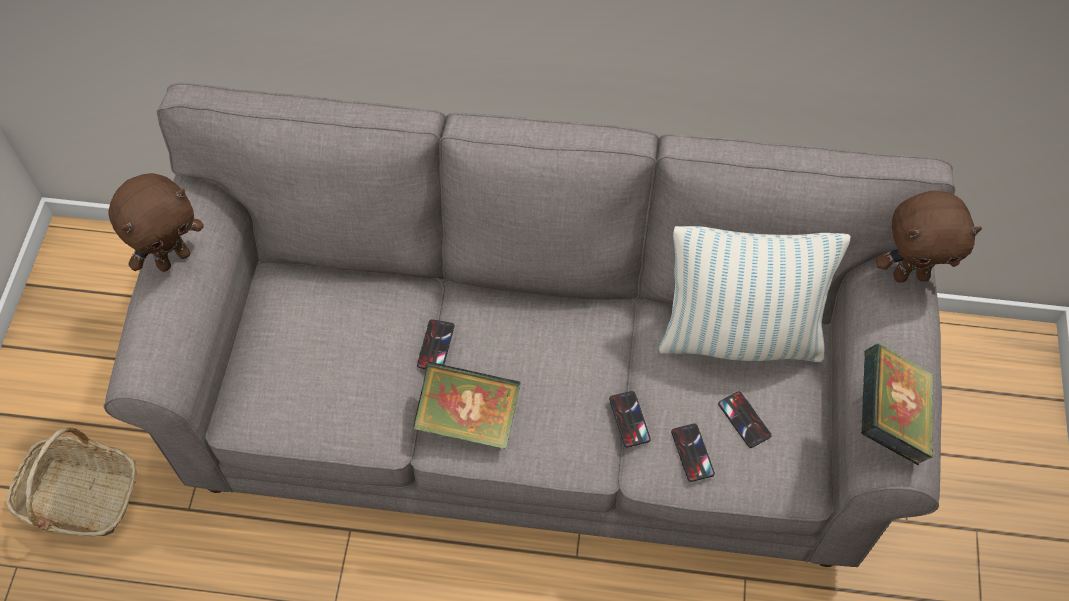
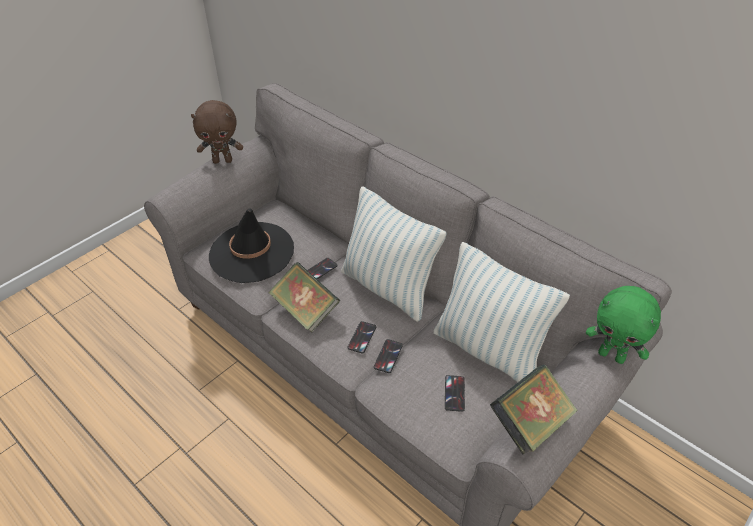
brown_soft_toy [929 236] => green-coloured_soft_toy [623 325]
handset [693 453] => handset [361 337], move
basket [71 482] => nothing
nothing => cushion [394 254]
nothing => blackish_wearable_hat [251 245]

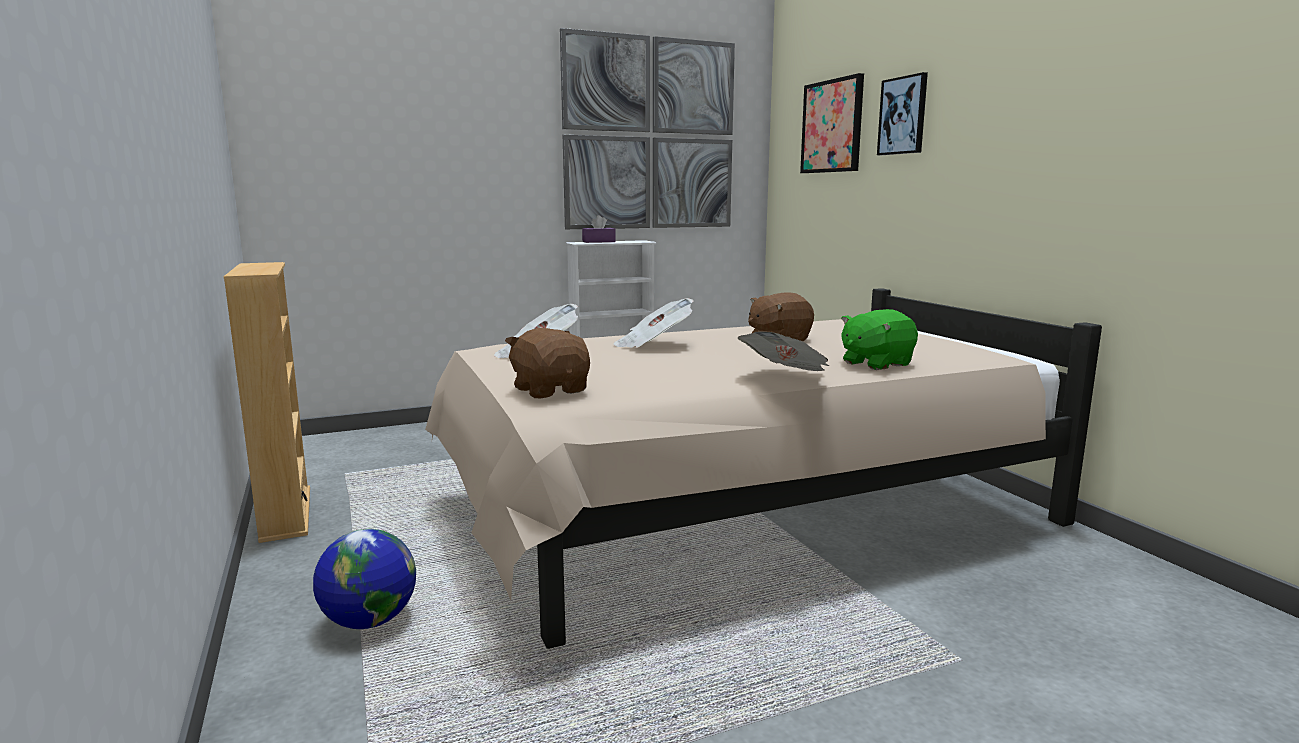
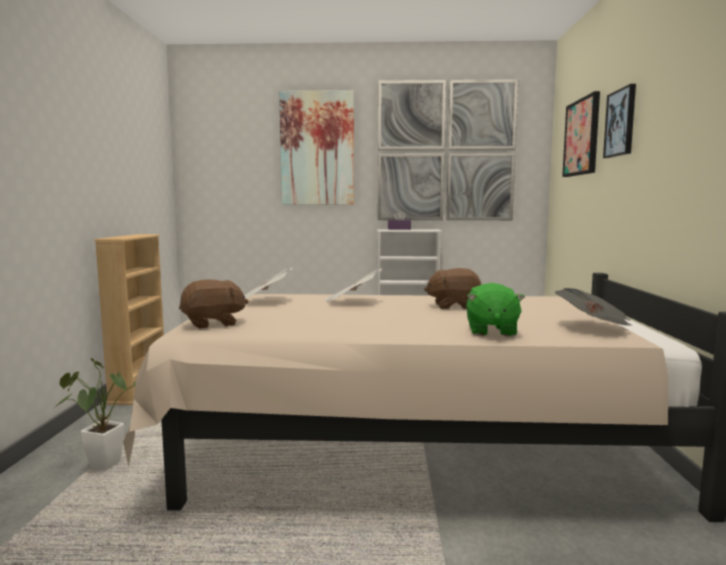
green-coloured_soft_toy [879 339] => green-coloured_soft_toy [495 310], 75 degrees counterclockwise
brown_soft_toy [547 363] => brown_soft_toy [213 304], 75 degrees clockwise
daily_paper [783 351] => daily_paper [593 307], move
globe [364 579] => plant_in_a_pot [95 414]
nothing => wall_picture [316 147]

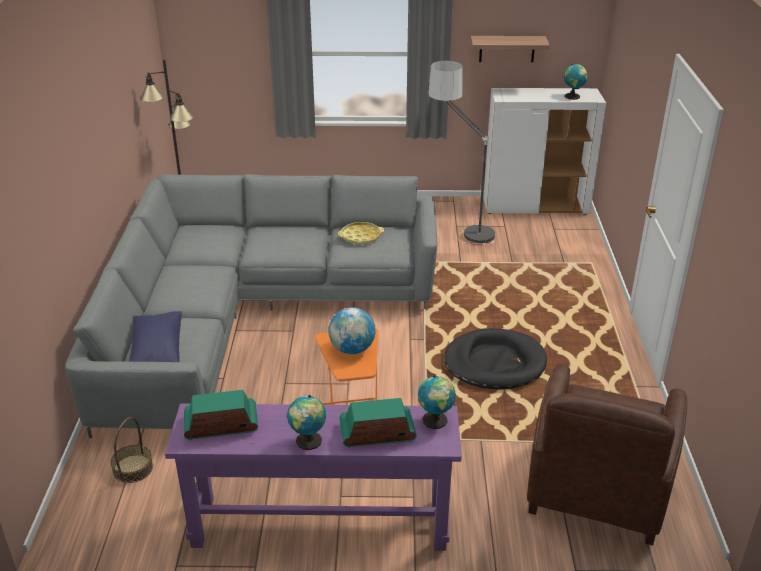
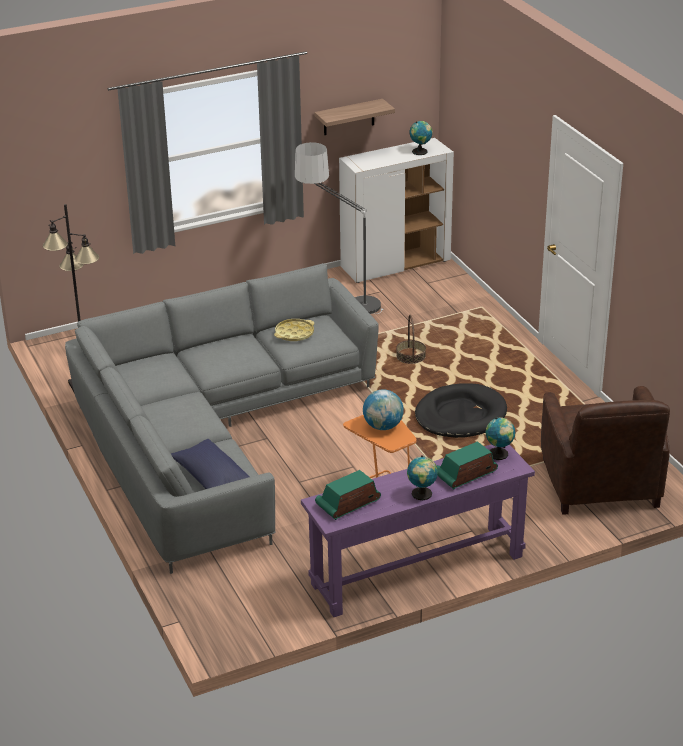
basket [131 450] => basket [411 339], move

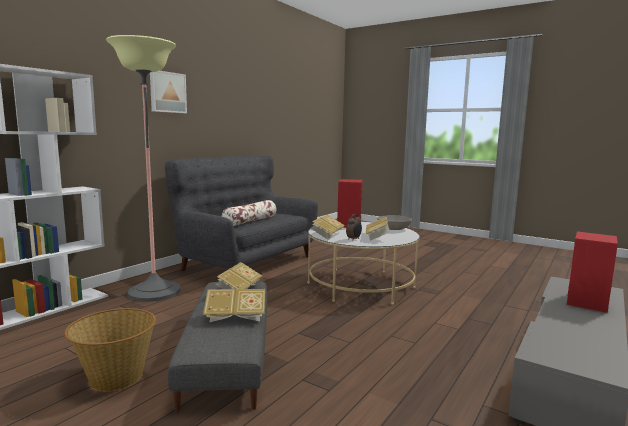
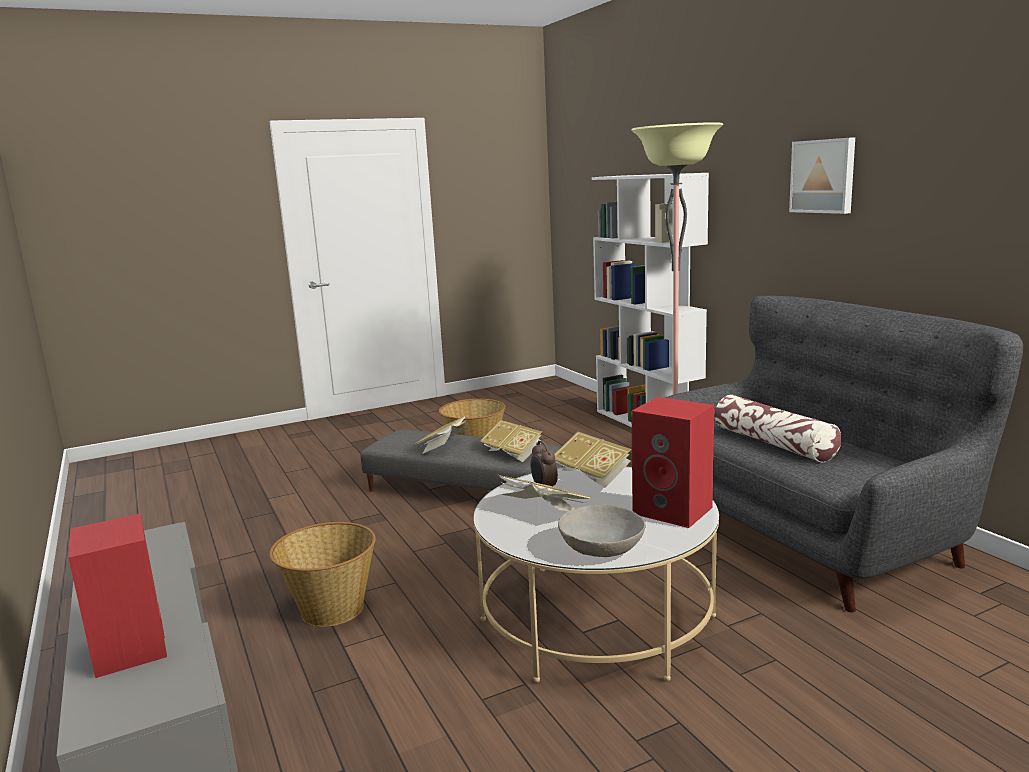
nothing => basket [322 574]

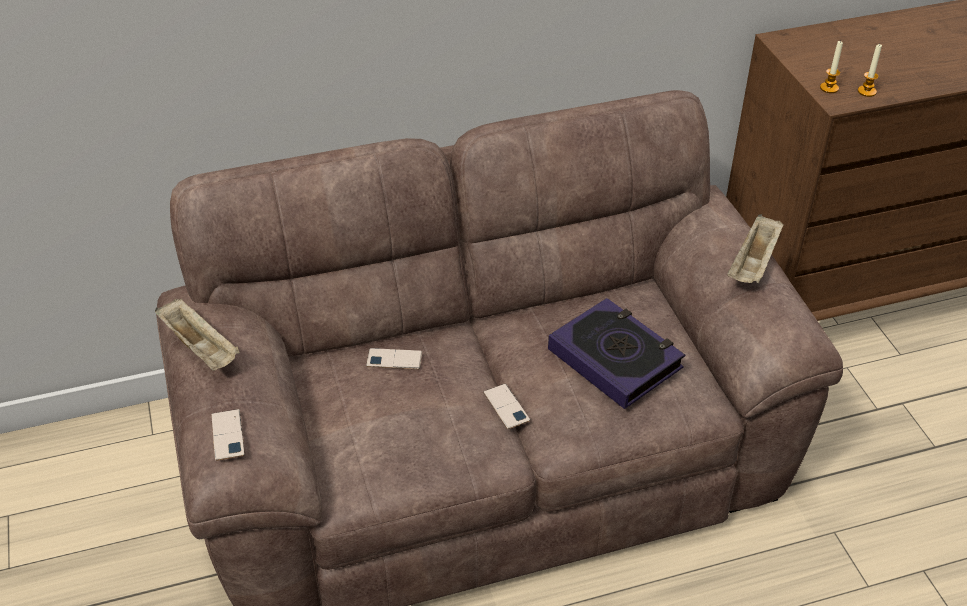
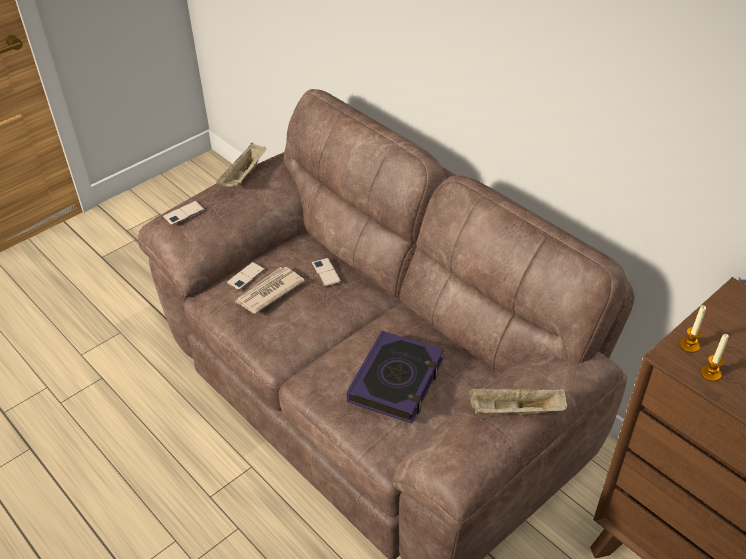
handset [507 406] => handset [246 276], move
nothing => daily_paper [270 290]

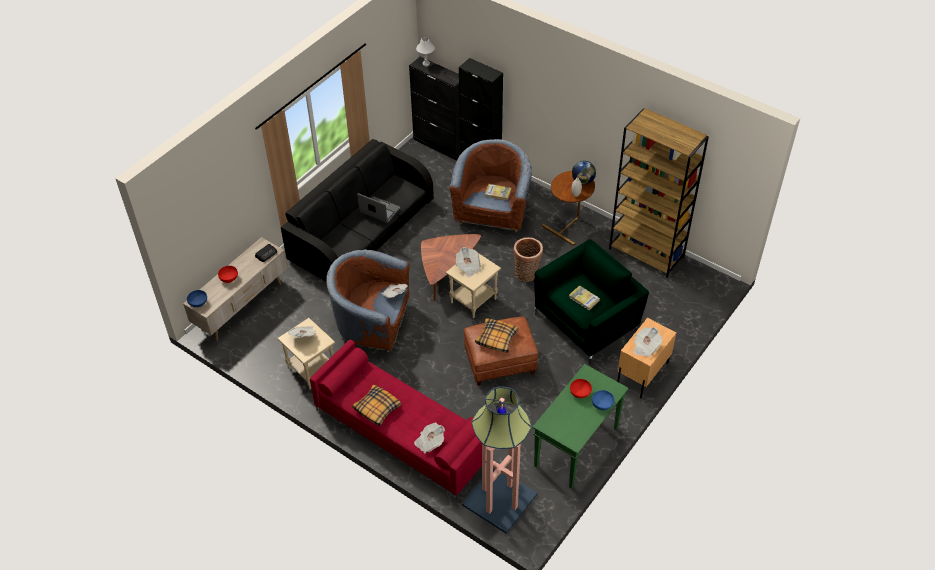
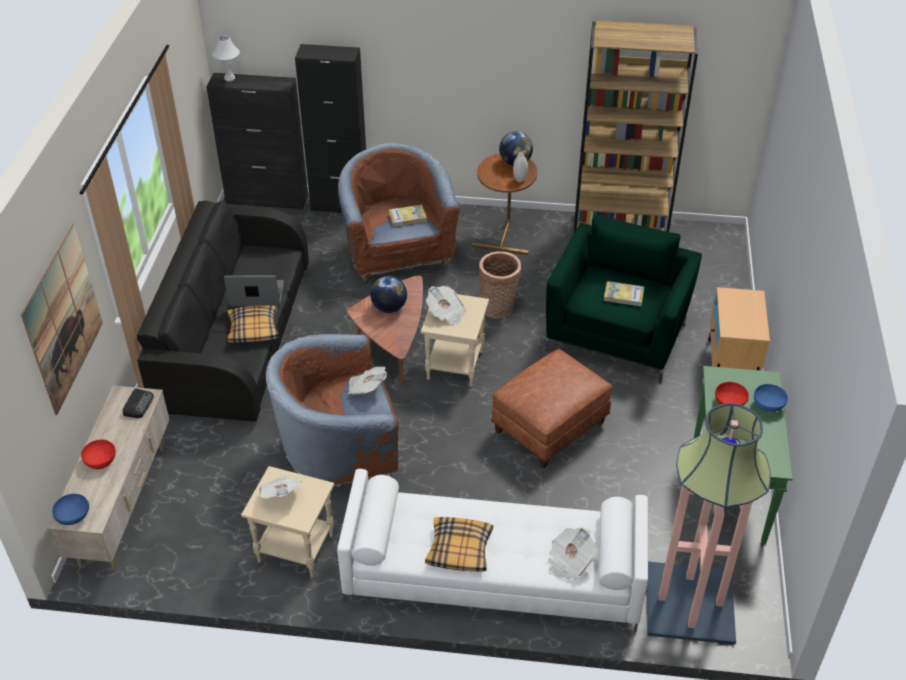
cushion [497 335] => cushion [253 324], move
daily_paper [647 342] => nothing
red_sofa [402 420] => white_sofa [492 551]
nothing => wall_picture [62 319]
nothing => globe [388 294]

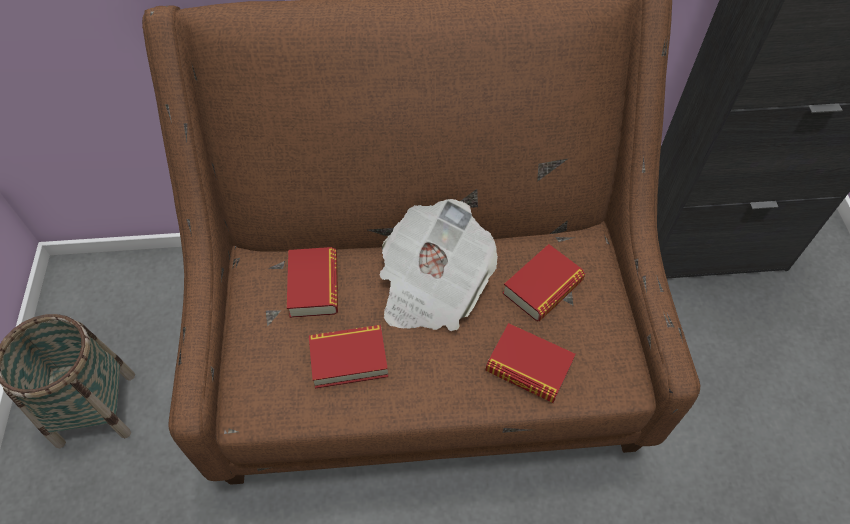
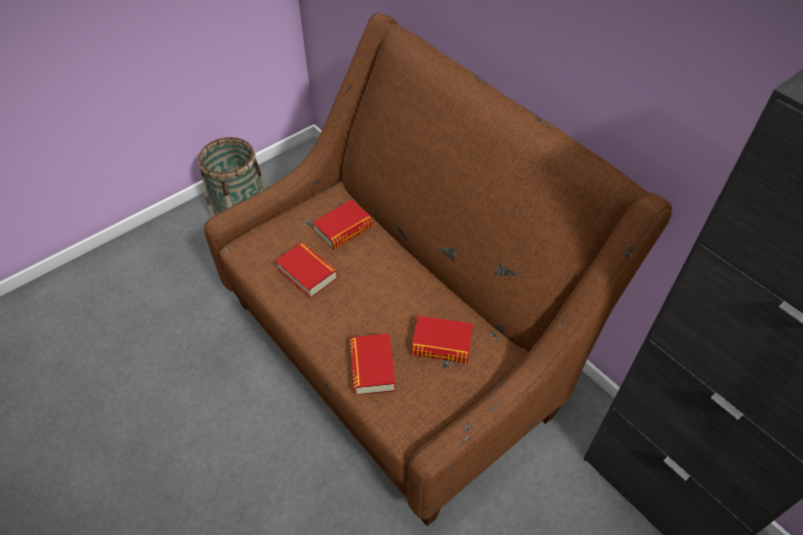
daily_paper [438 265] => nothing

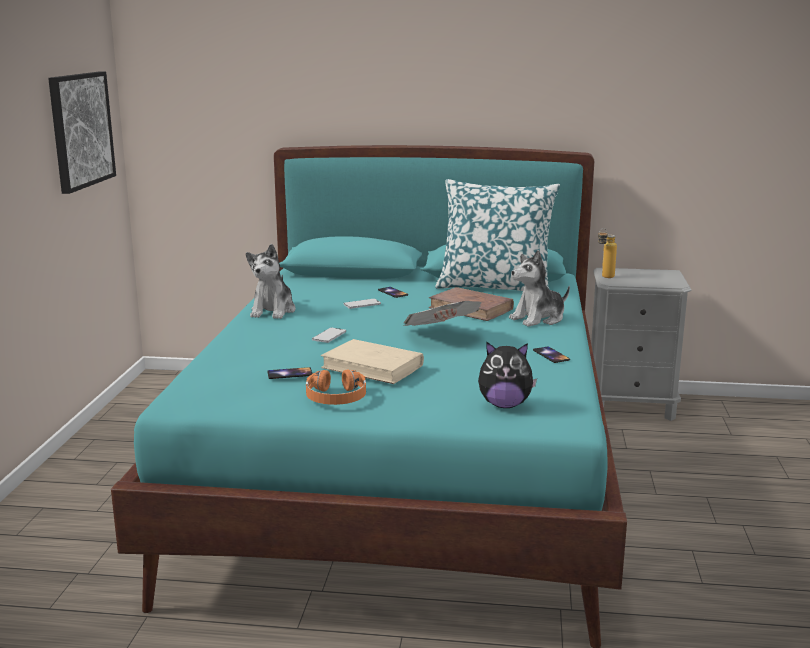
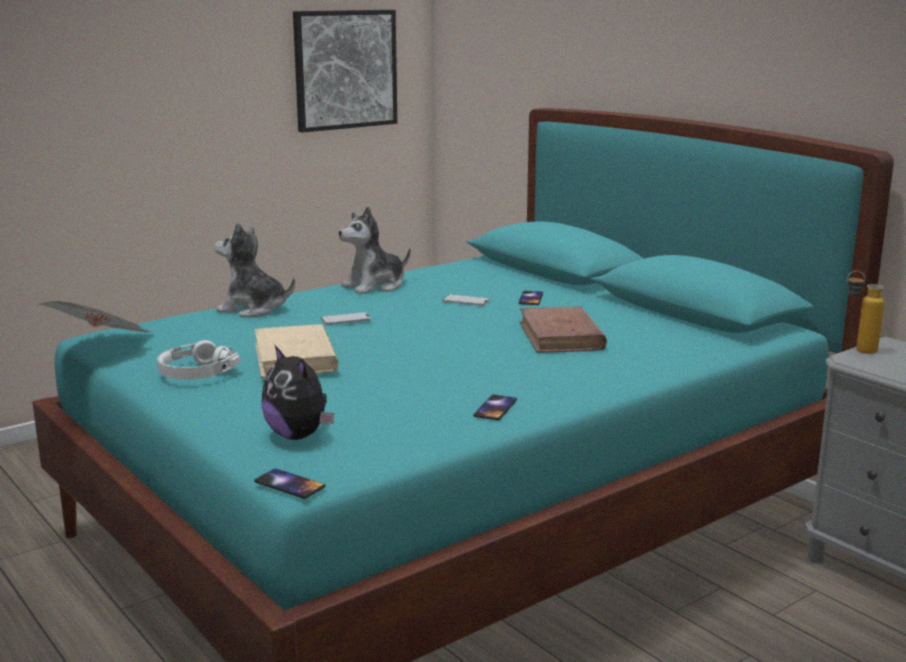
cushion [497 235] => nothing
soft_toy [539 288] => soft_toy [254 269], move
daily_paper [442 313] => daily_paper [94 316], move
handset [290 373] => handset [289 484], move
orange-coloured_headphones [336 387] => white_headphones [198 360]

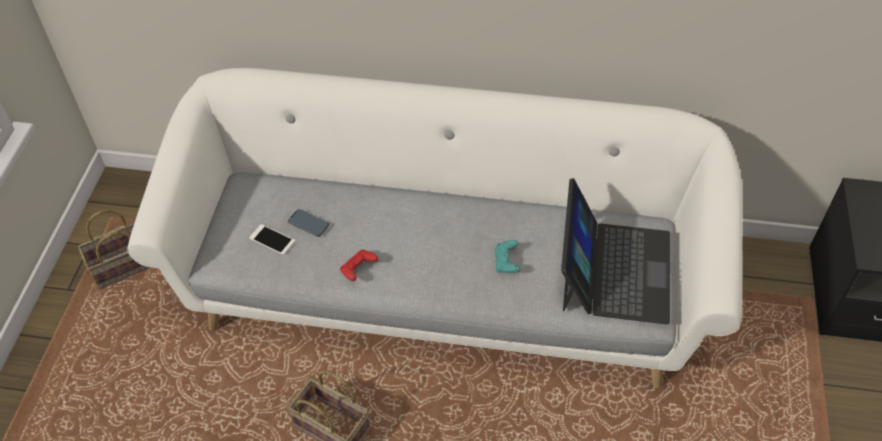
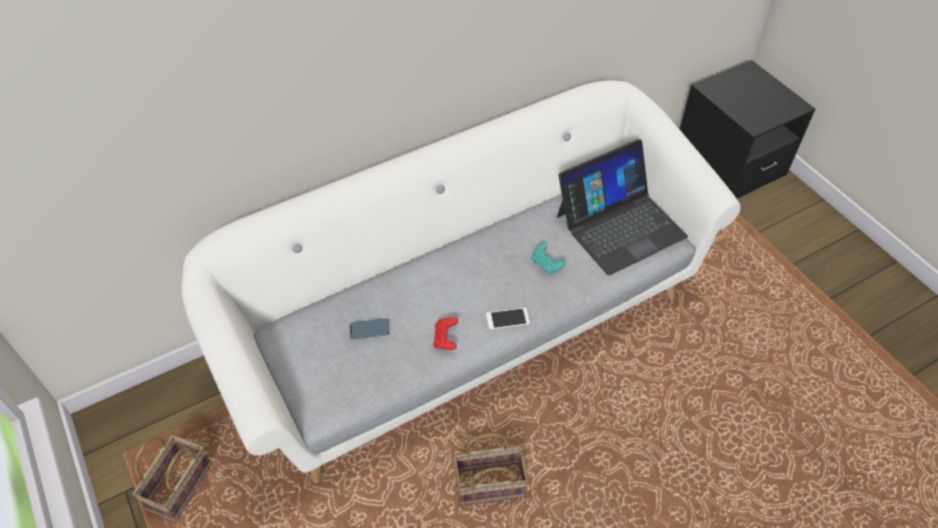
laptop [615 251] => laptop [622 207], 90 degrees clockwise
handset [272 239] => handset [508 319], move

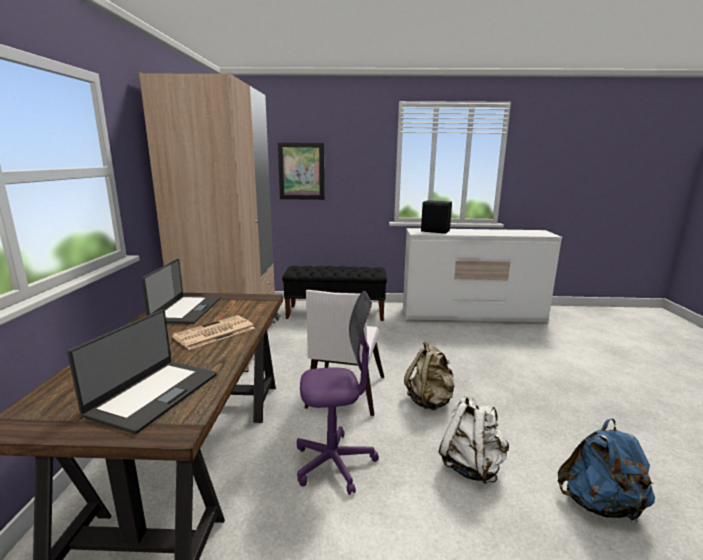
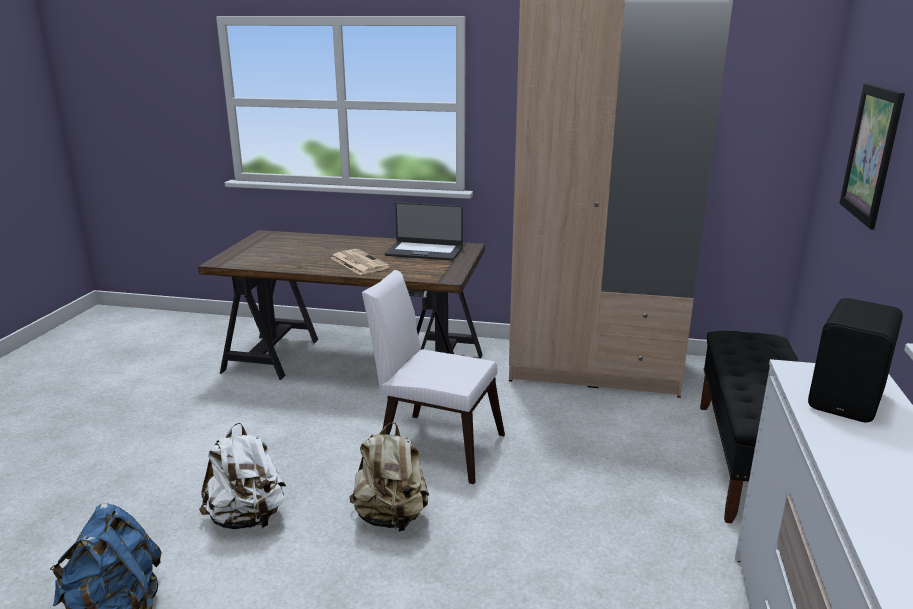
purple-coloured_desk_chair [337 393] => nothing
laptop [142 372] => nothing

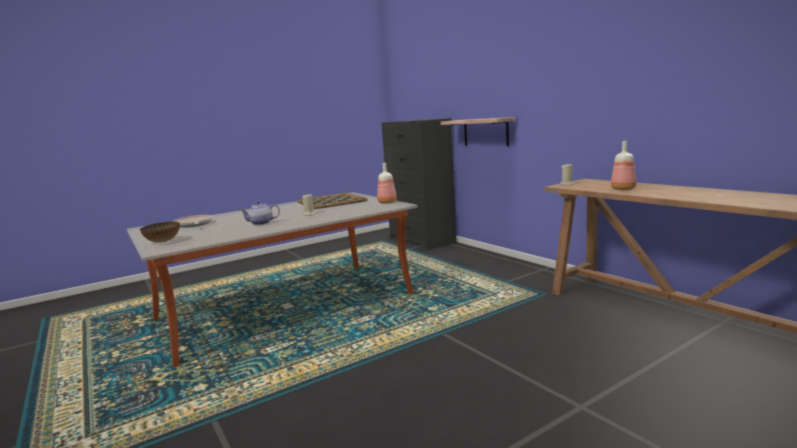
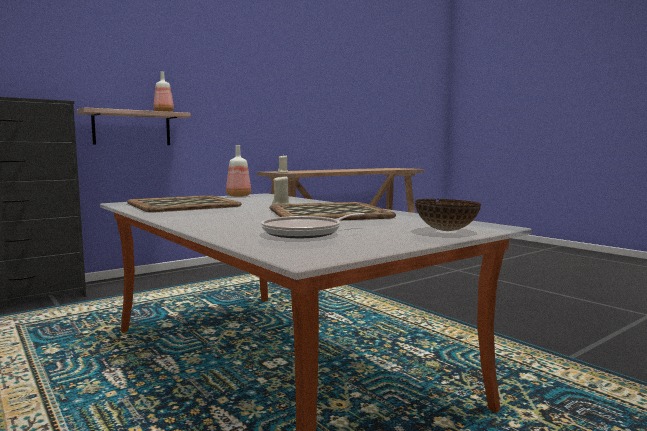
bottle [623 165] => bottle [164 91], move
teapot [260 213] => tray [333 211]

